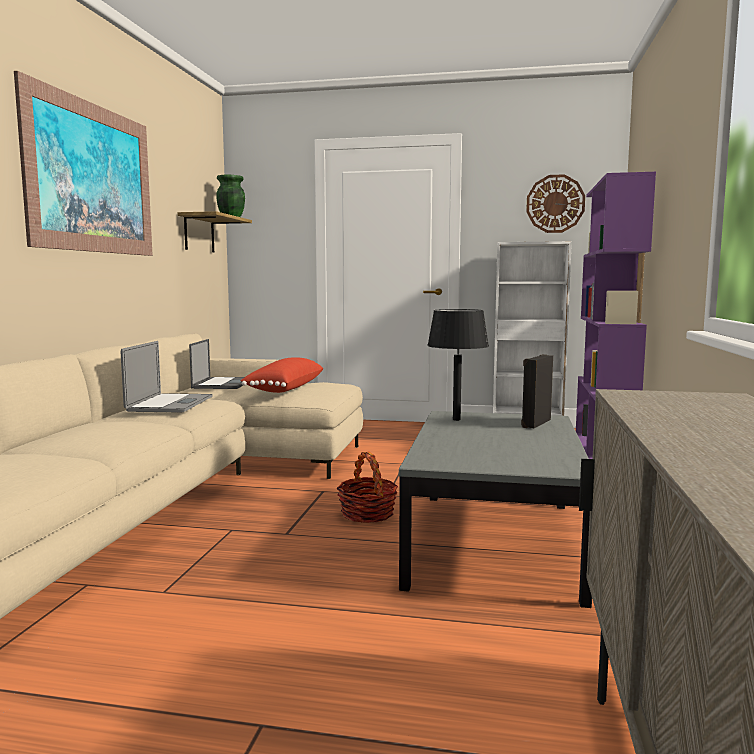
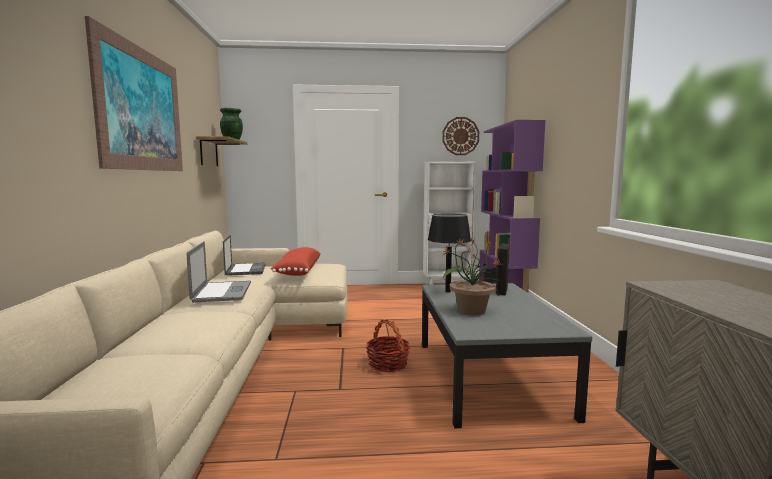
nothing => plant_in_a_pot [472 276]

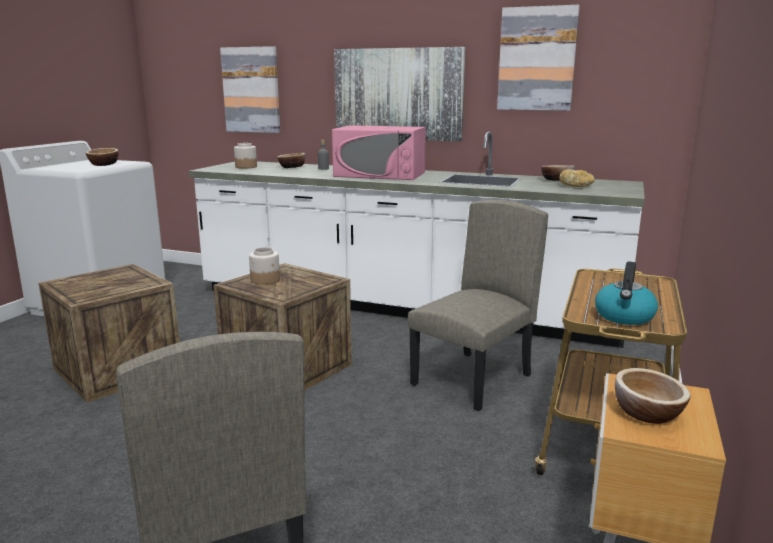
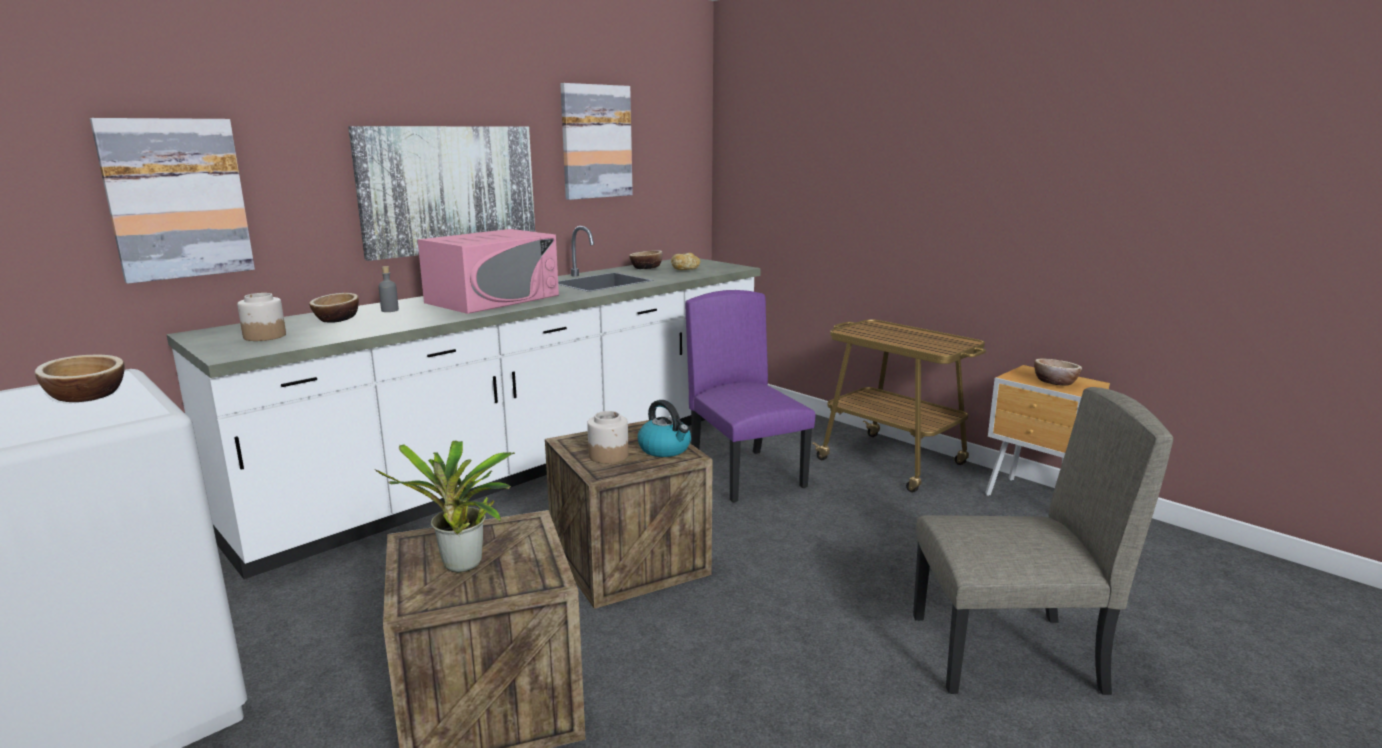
beige-coloured_chair [478 305] => purple-coloured_chair [750 396]
tea_kettle [626 293] => tea_kettle [664 428], move
nothing => plant_in_a_pot [445 506]

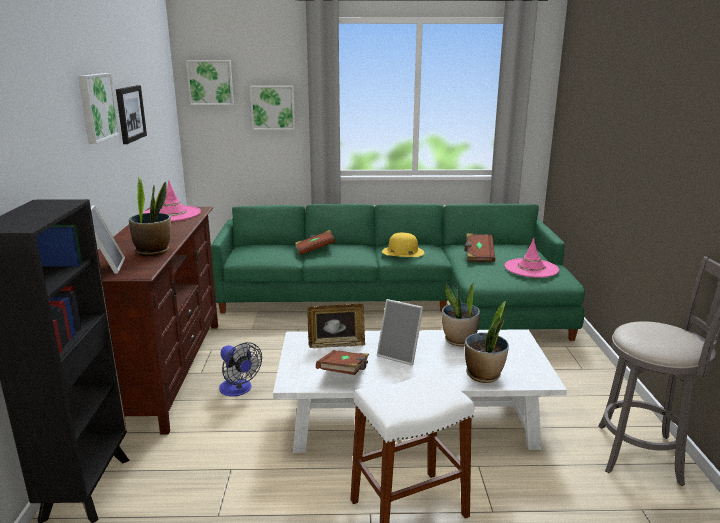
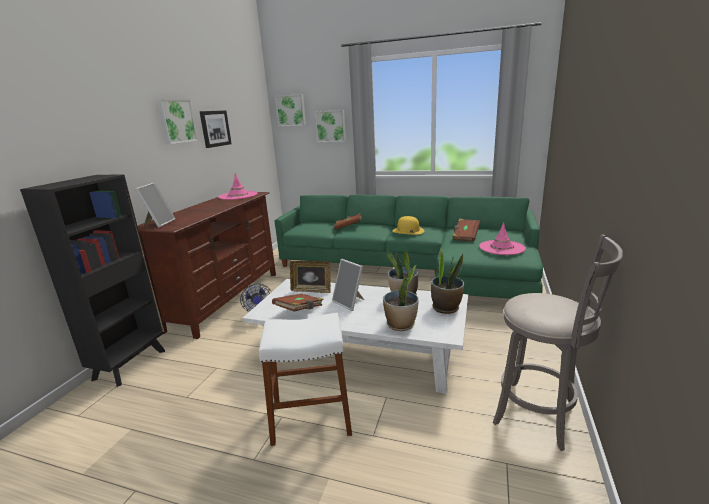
plant_in_a_pot [150 216] => plant_in_a_pot [447 281], move

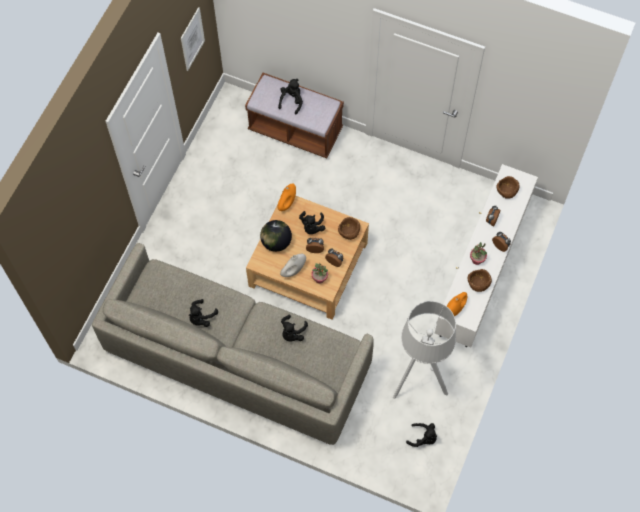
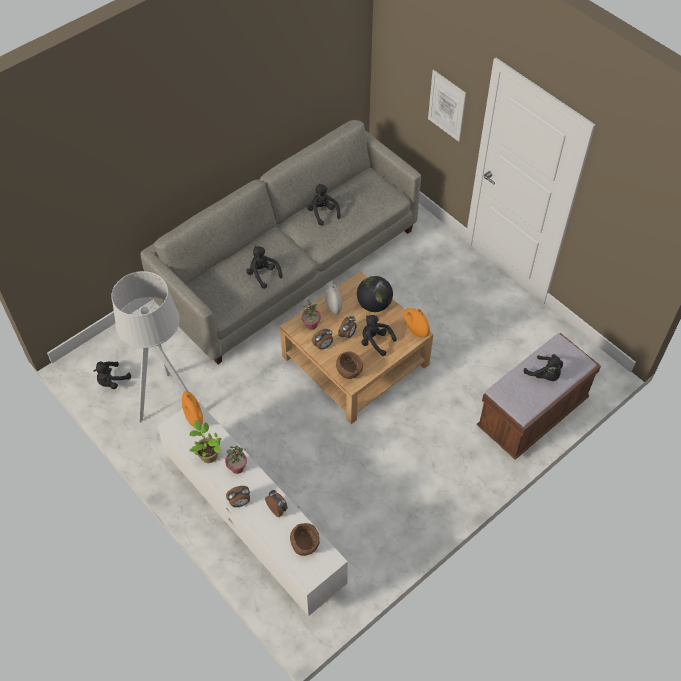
wall_picture [193 39] => wall_picture [447 106], move
brown_bowl [480 280] => plant_in_a_pot [205 441]

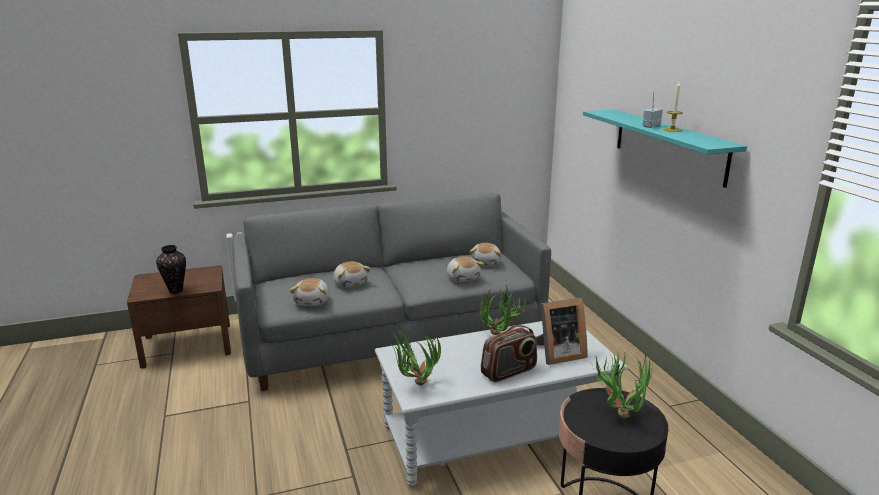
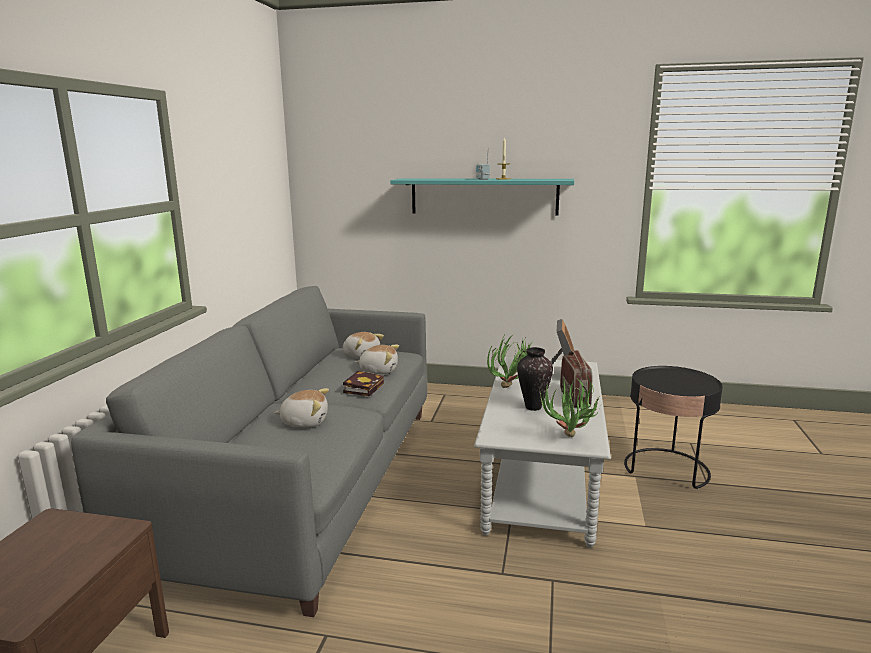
decorative_vase [171 269] => decorative_vase [535 379], move
soft_toy [309 292] => nothing
plant_in_a_pot [623 384] => nothing
nothing => volume [363 383]

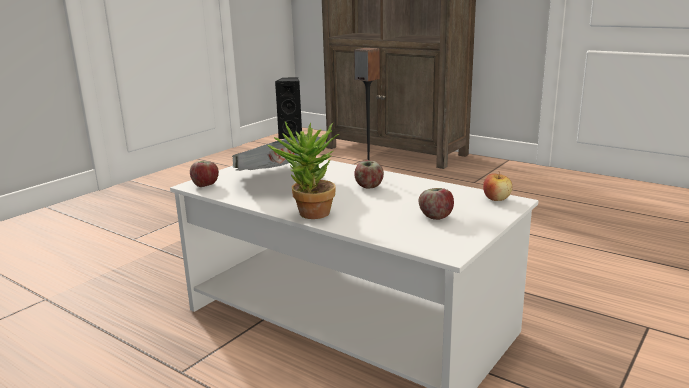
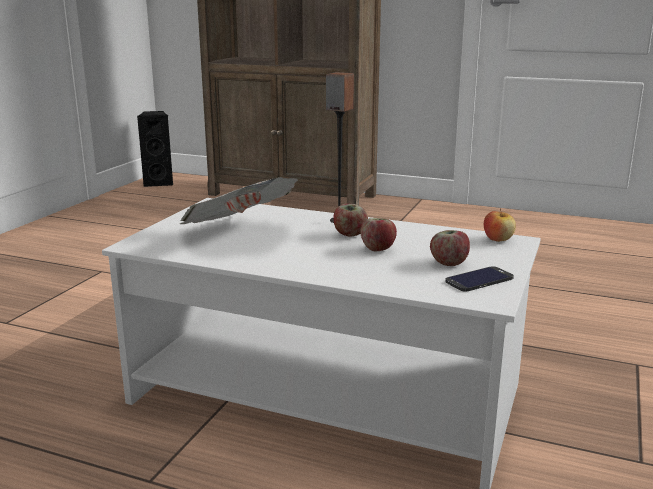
plant_in_a_pot [303 170] => nothing
apple_fruit [204 174] => apple_fruit [378 234], move
nothing => handset [479 279]

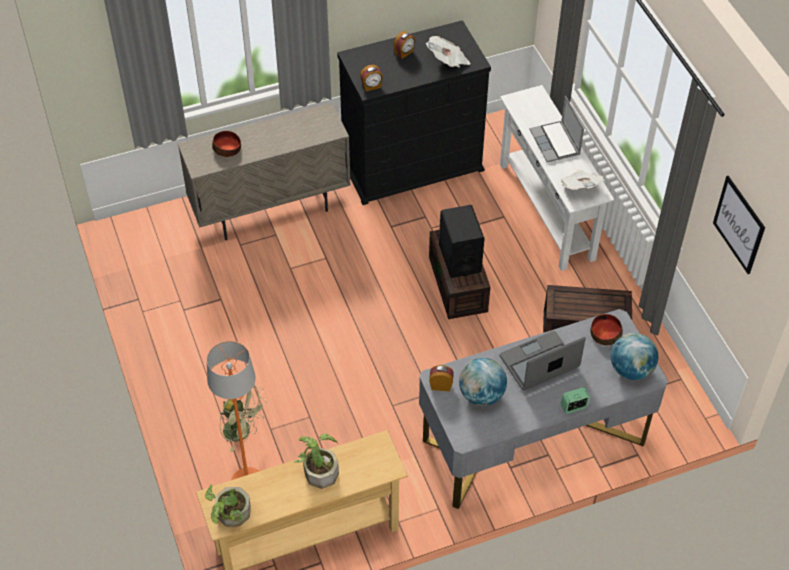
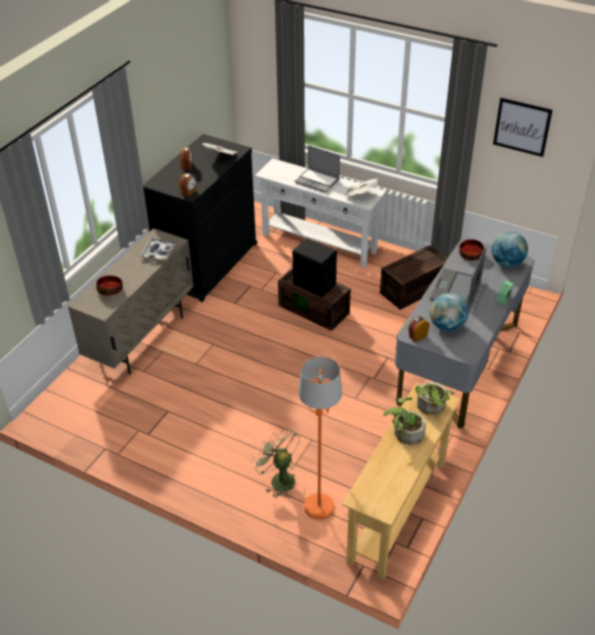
green-coloured_fan [242 418] => green-coloured_fan [275 463], 120 degrees counterclockwise
plant_in_a_pot [228 506] => plant_in_a_pot [435 398], move
nothing => tray [158 249]

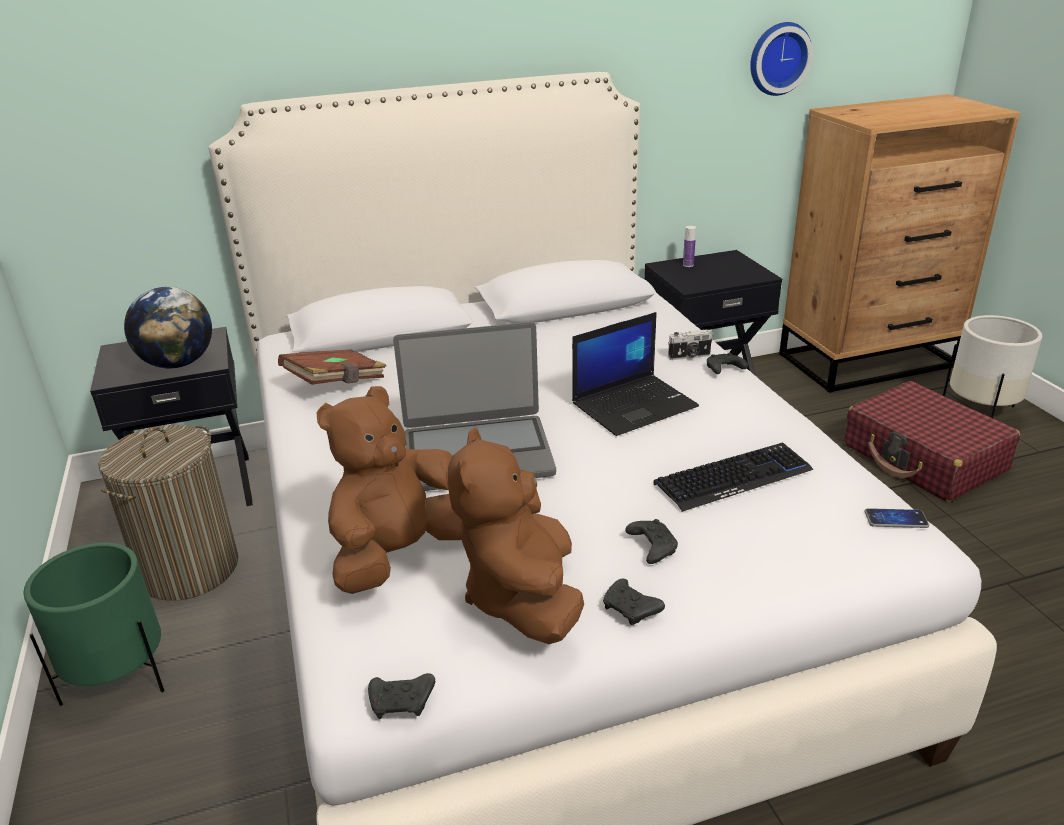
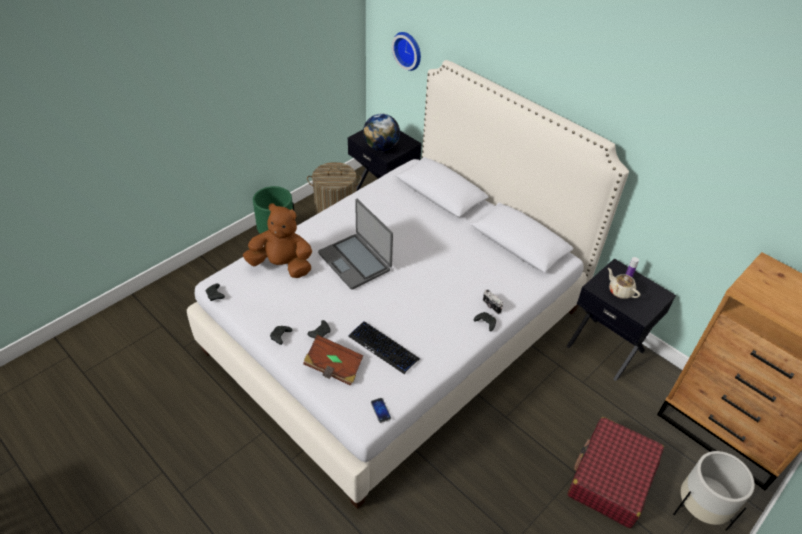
wall_clock [781 59] => wall_clock [406 51], move
laptop [635 374] => nothing
brown_volume [332 367] => brown_volume [333 360], move
brown_soft_toy [516 536] => nothing
nothing => beige-coloured_teapot [624 283]

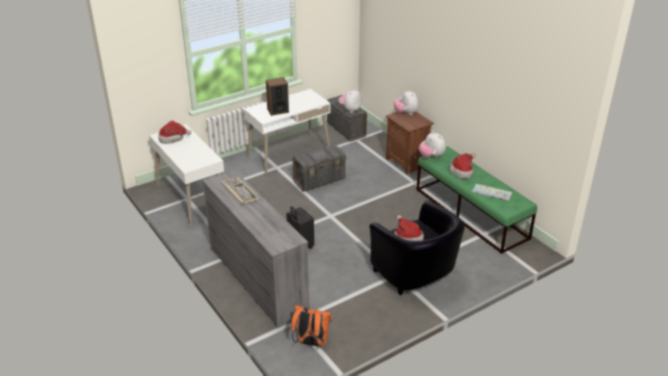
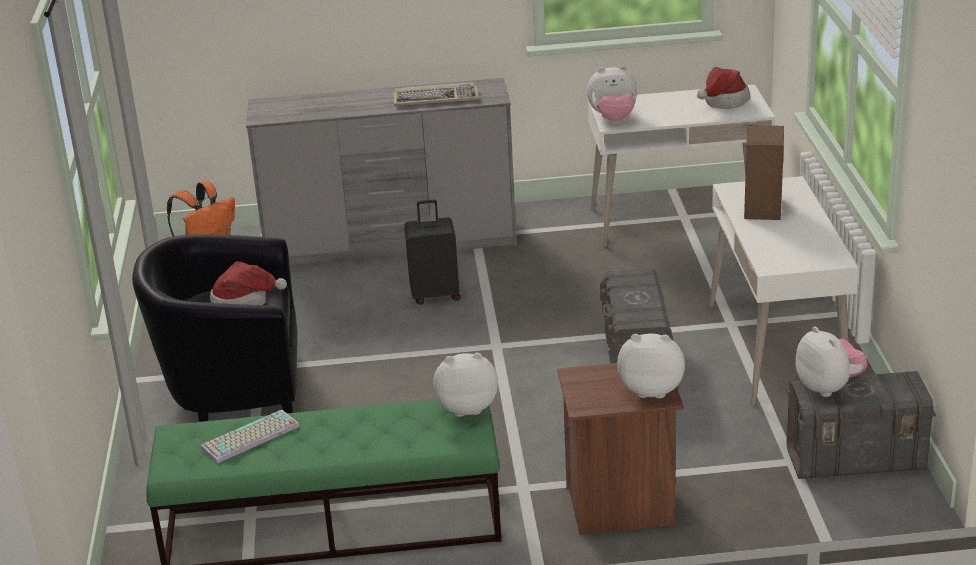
wearable_hat [462 166] => nothing
nothing => soft_toy [612 93]

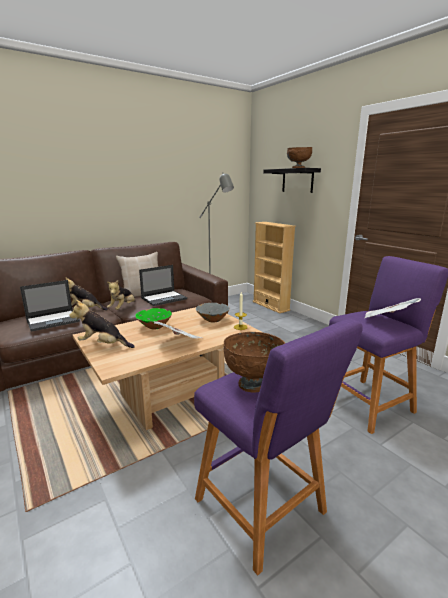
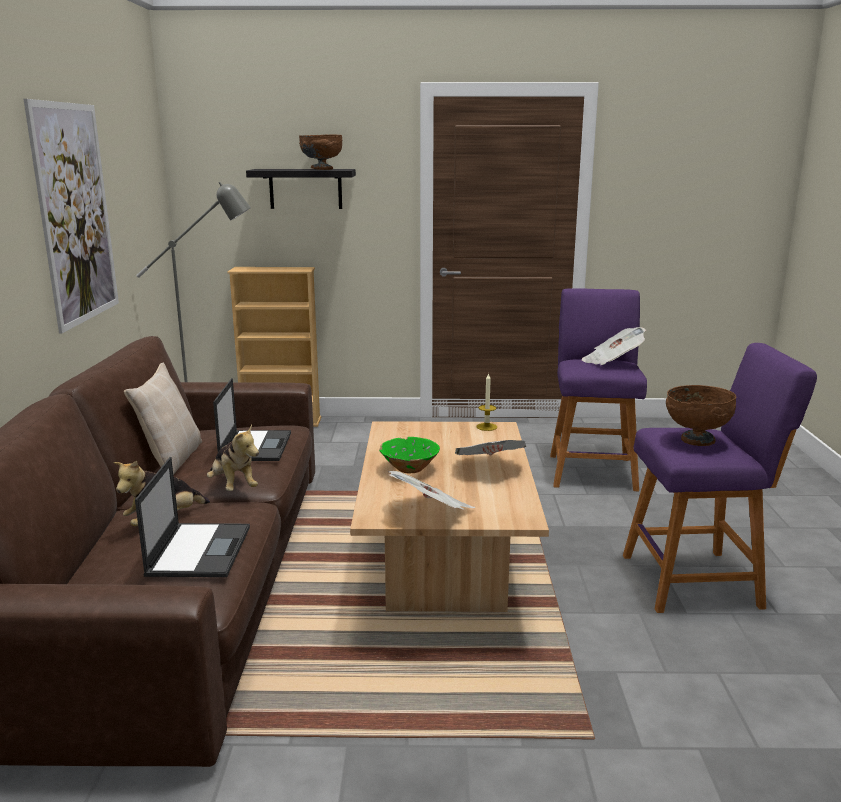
soft_toy [102 324] => daily_paper [432 490]
greyish_bowl [213 312] => nothing
nothing => wall_picture [71 216]

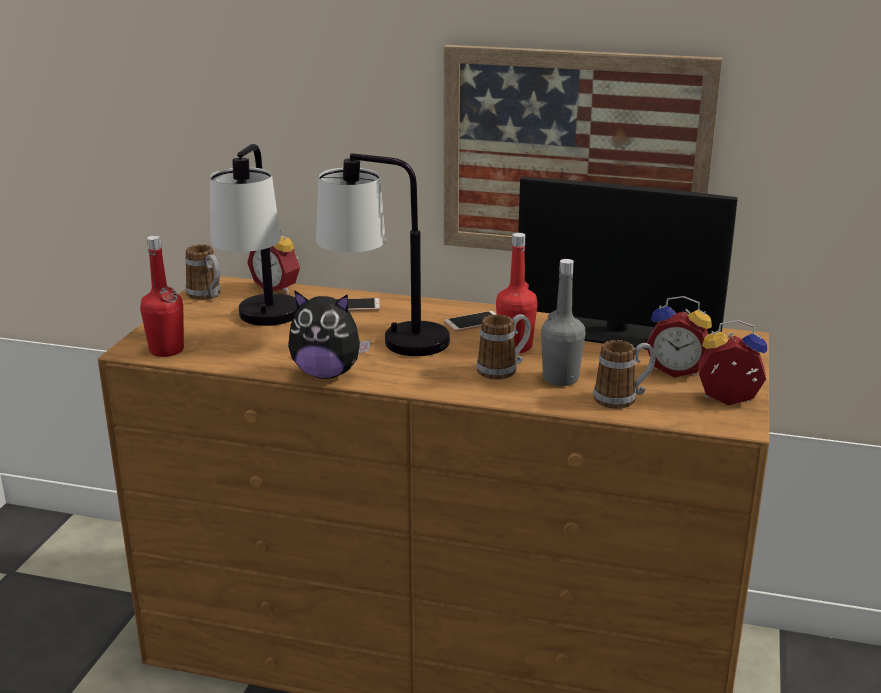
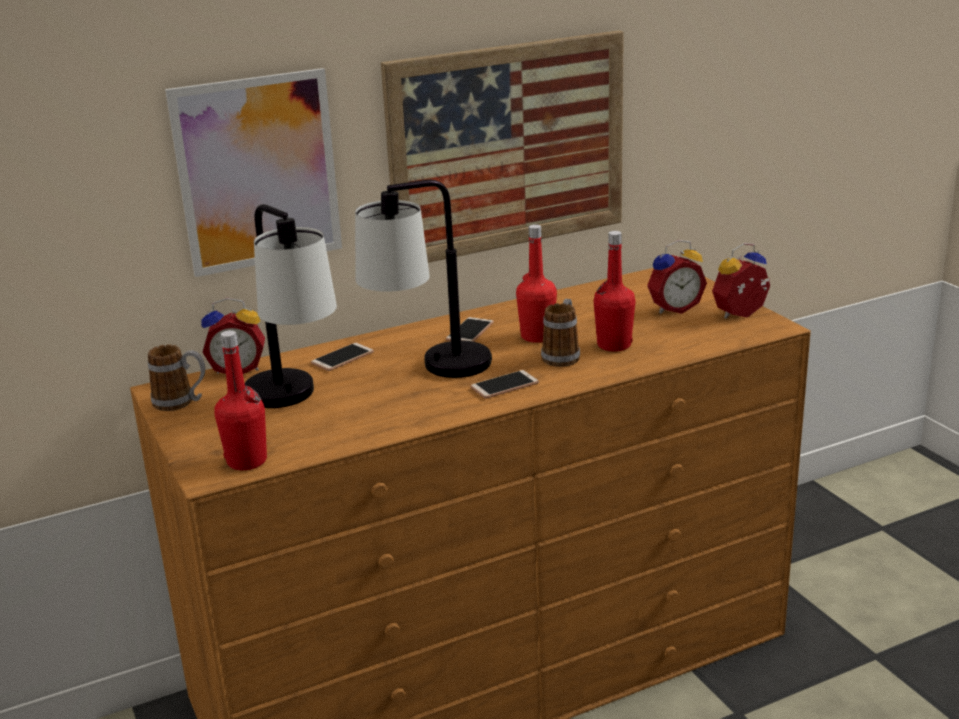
monitor [628 263] => nothing
greyish_bottle [563 322] => red_bottle [615 291]
soft_toy [329 334] => nothing
mug [625 374] => nothing
nothing => wall_picture [253 172]
nothing => handset [504 384]

